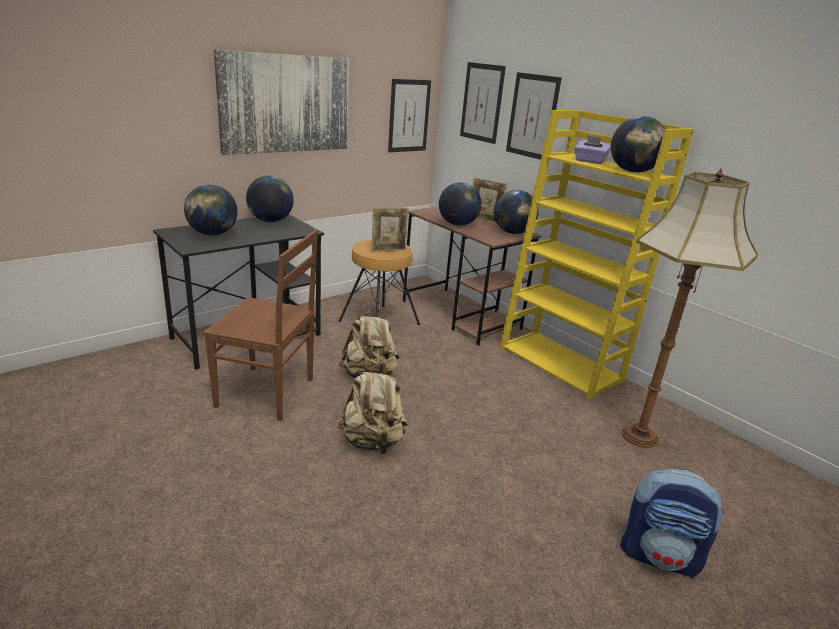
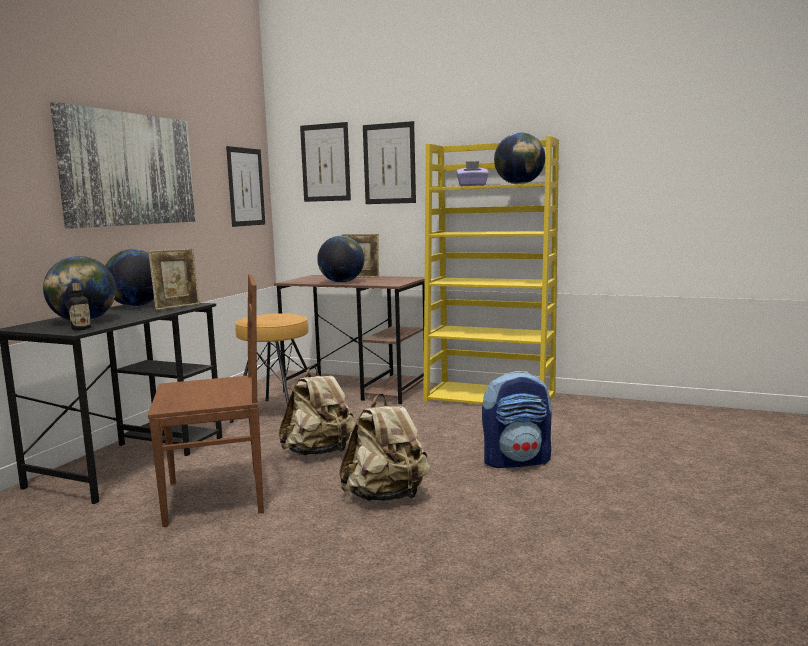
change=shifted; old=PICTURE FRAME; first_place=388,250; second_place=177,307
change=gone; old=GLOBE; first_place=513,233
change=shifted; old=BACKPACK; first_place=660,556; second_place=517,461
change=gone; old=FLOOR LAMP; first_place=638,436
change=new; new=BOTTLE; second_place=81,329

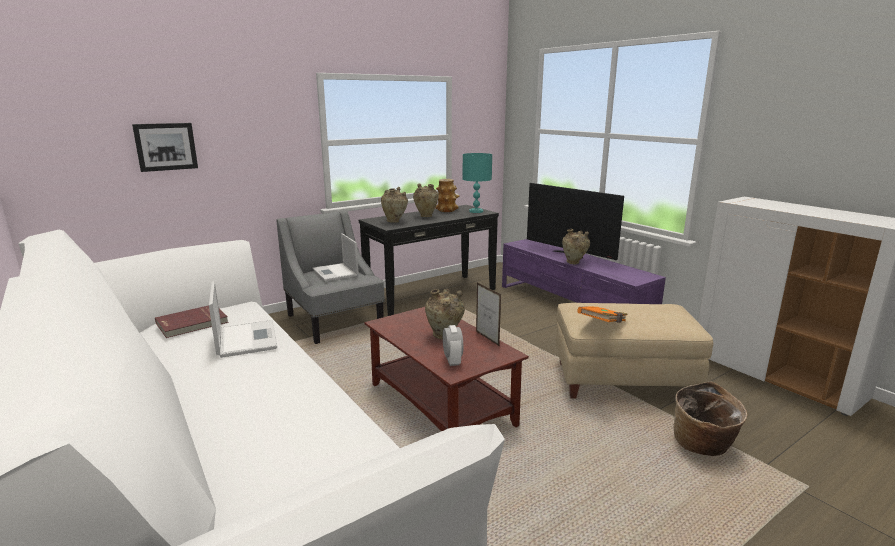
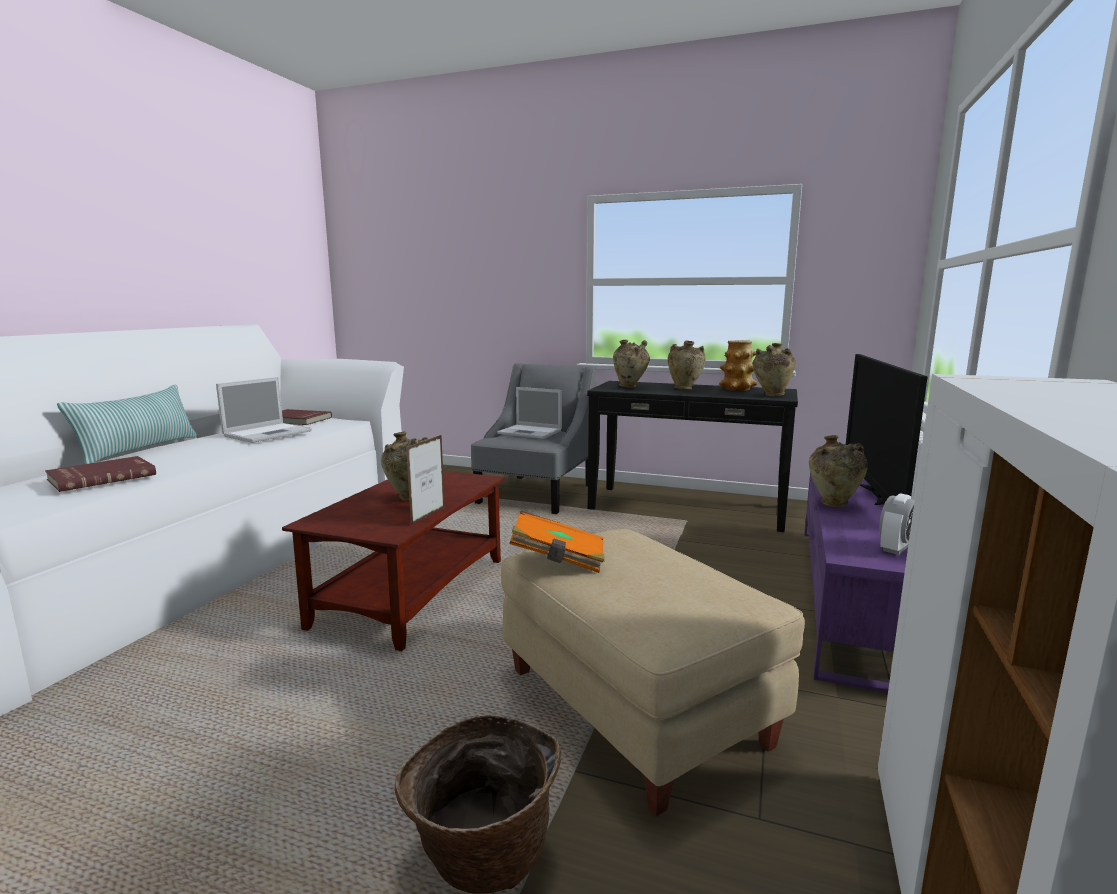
change=gone; old=PICTURE; first_place=166,146
change=rotated; old=LAPTOP; first_place=335,273; second_place=531,432; degrees=-90
change=shifted; old=ALARM CLOCK; first_place=452,361; second_place=895,548
change=swapped; old=TURQUOISE TABLE LAMP; new=BEIGE VASE; first_place=476,211; second_place=771,395
change=new; new=RED BOOK; second_place=102,477
change=new; new=PILLOW; second_place=139,449

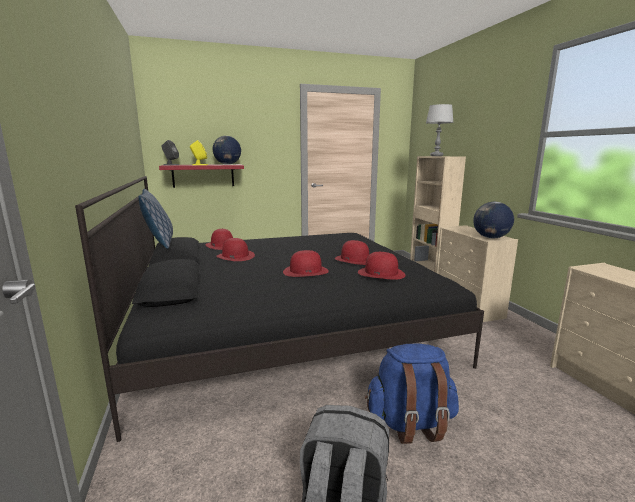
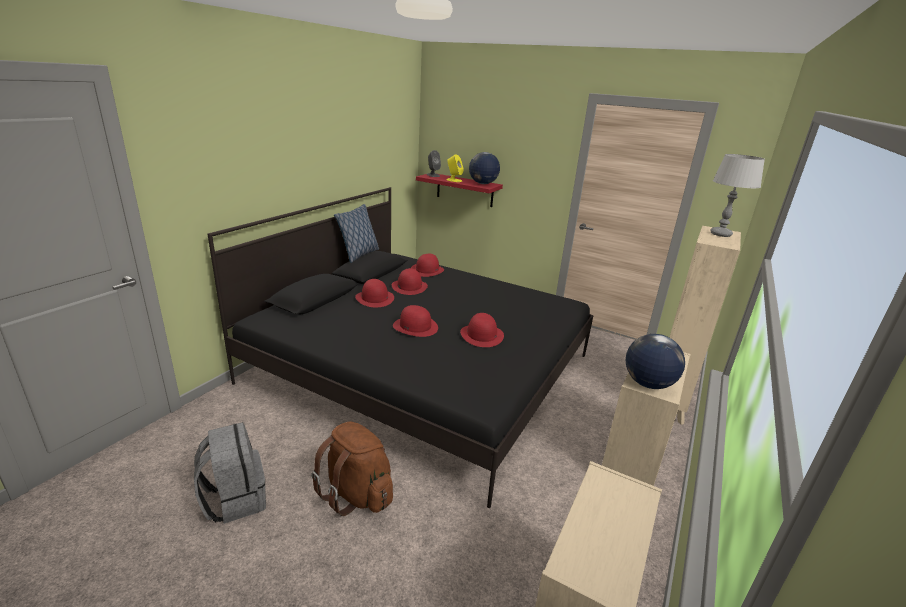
change=shifted; old=RED HAT; first_place=381,273; second_place=375,298
change=repainted; old=BLUE BACKPACK; new=BROWN BACKPACK; first_place=410,423; second_place=357,494

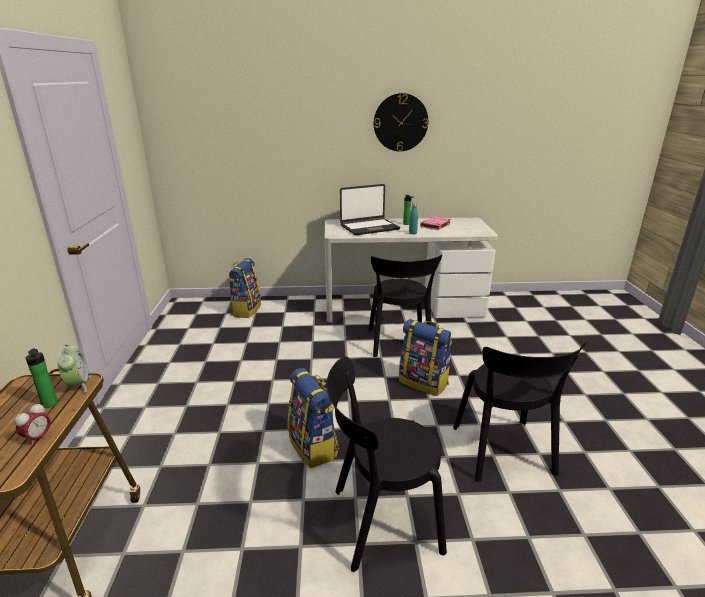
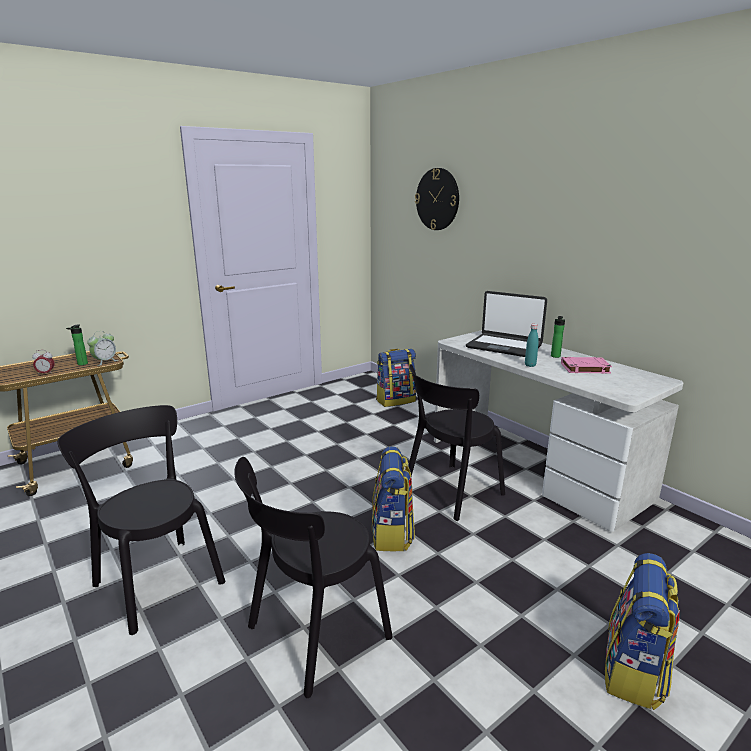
change=shifted; old=BACKPACK; first_place=314,446; second_place=634,672
change=shifted; old=WALL CLOCK; first_place=400,122; second_place=437,199

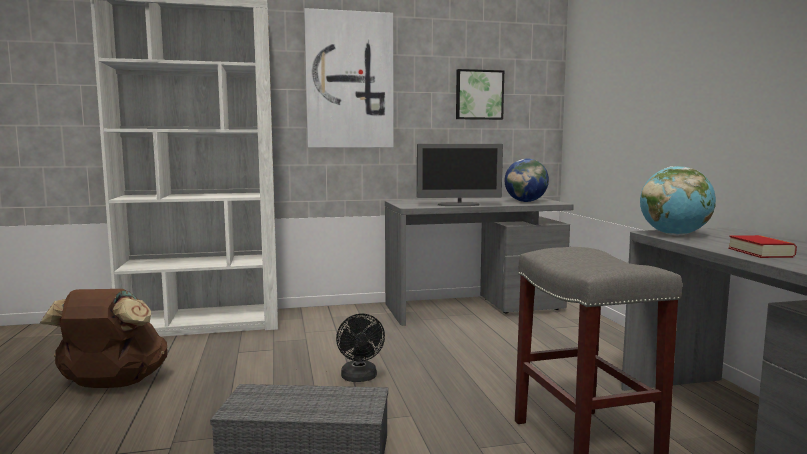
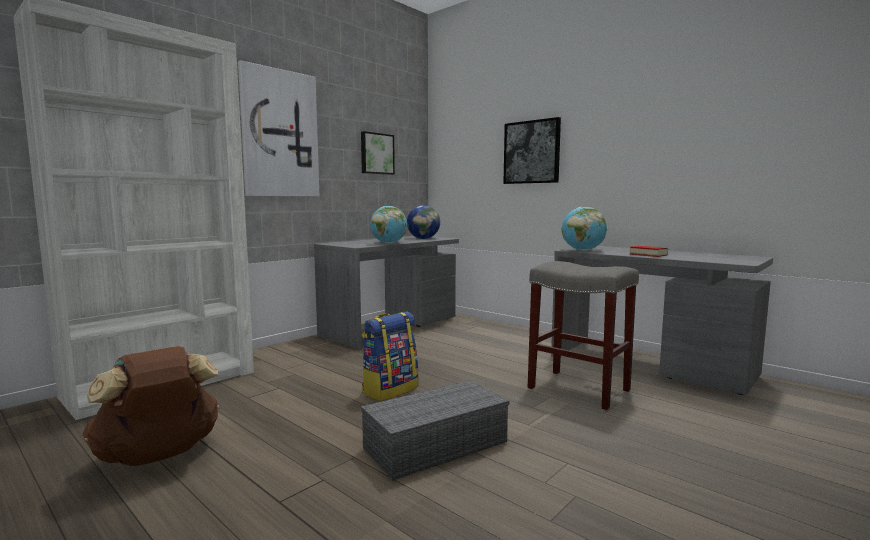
change=swapped; old=BLACK FAN; new=BACKPACK; first_place=360,378; second_place=390,390
change=swapped; old=MONITOR; new=GLOBE; first_place=459,205; second_place=389,243
change=new; new=PICTURE; second_place=532,152

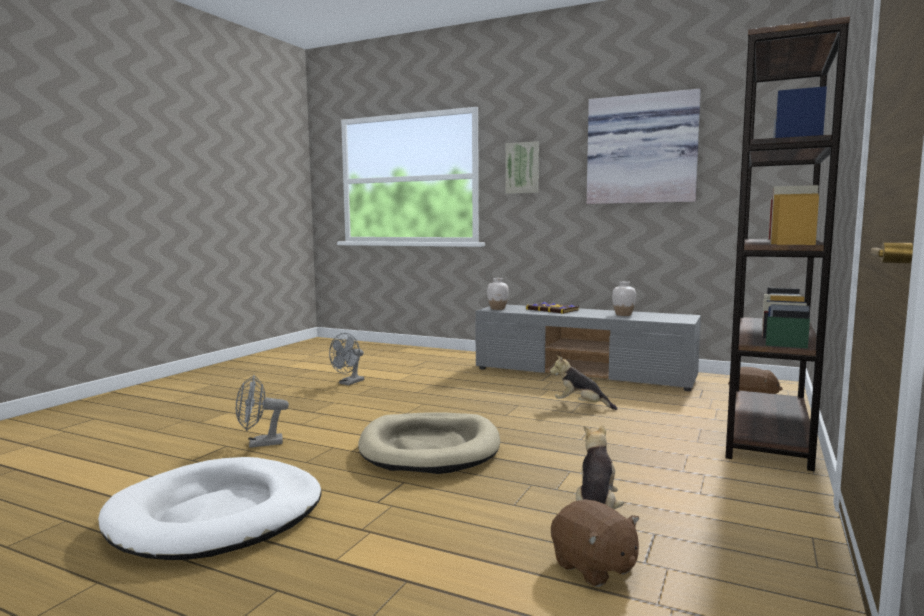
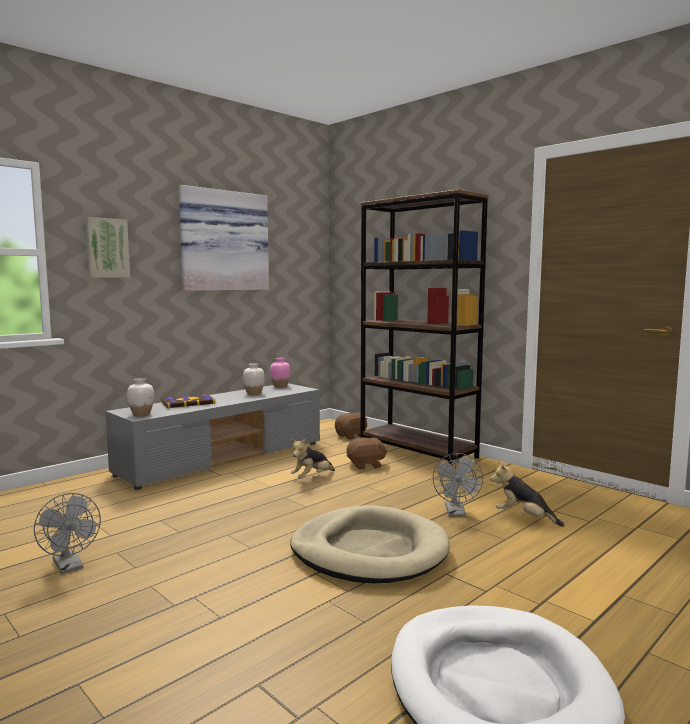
change=shifted; old=GREY FAN; first_place=259,444; second_place=456,513
change=shifted; old=BROWN PLUSH TOY; first_place=593,567; second_place=366,465
change=new; new=PINK VASE; second_place=280,386

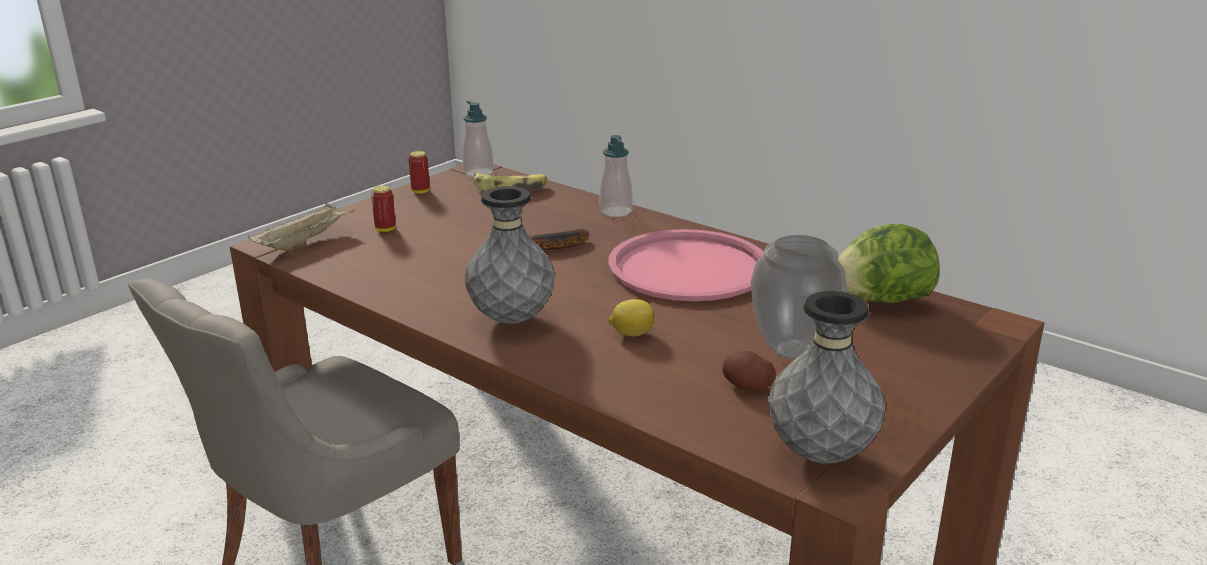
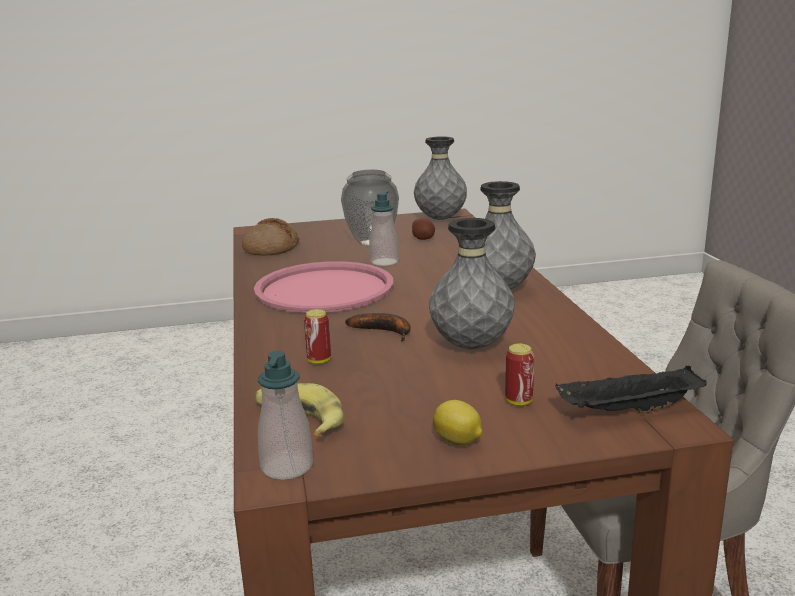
change=repainted; old=BEIGE TRAY; new=BLACK TRAY; first_place=304,242; second_place=629,411
change=shifted; old=CAN; first_place=420,191; second_place=319,361
change=shifted; old=SOAP DISPENSER; first_place=615,211; second_place=384,262
change=shifted; old=LEMON; first_place=631,333; second_place=458,442
change=swapped; old=LETTUCE; new=BREAD; first_place=881,300; second_place=271,248
change=new; new=GREY VASE; second_place=471,346

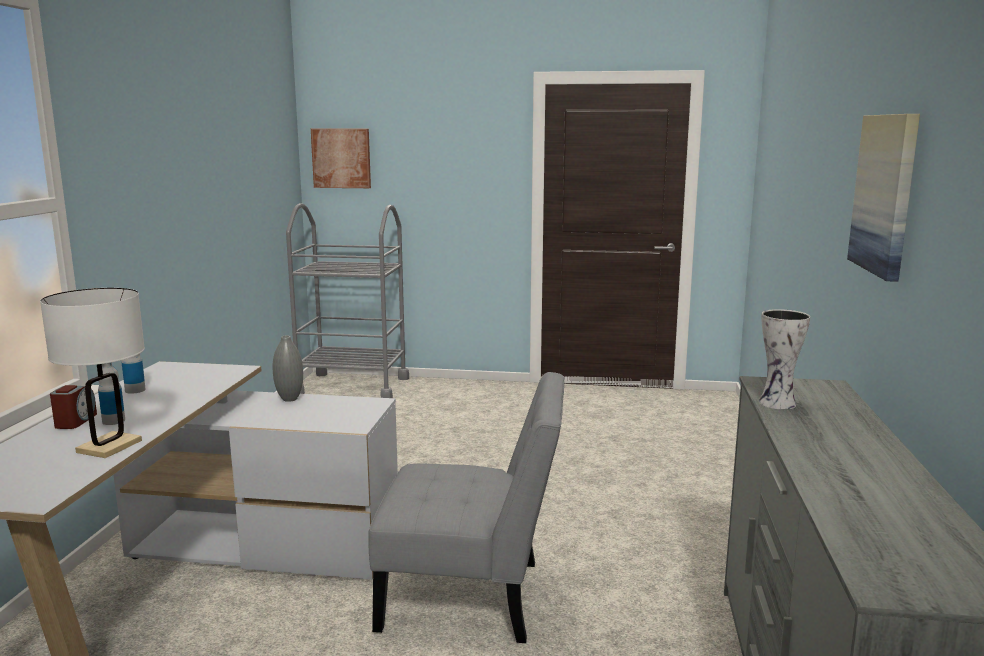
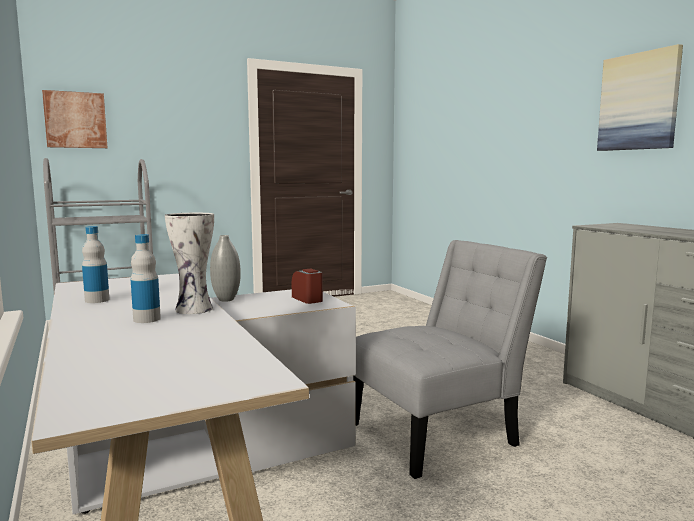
change=gone; old=WHITE TABLE LAMP; first_place=109,446
change=shifted; old=ALARM CLOCK; first_place=75,421; second_place=308,299
change=shifted; old=VASE; first_place=778,403; second_place=195,309

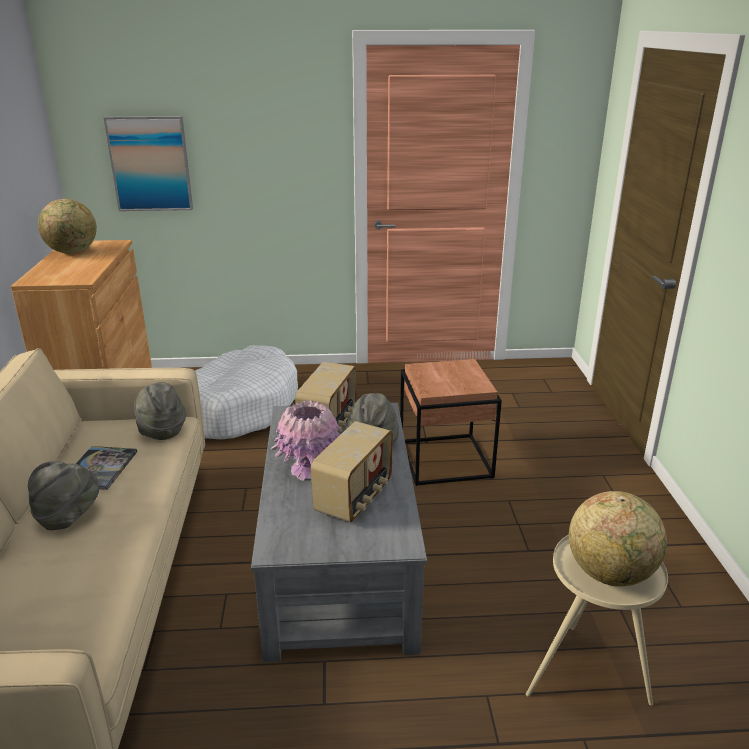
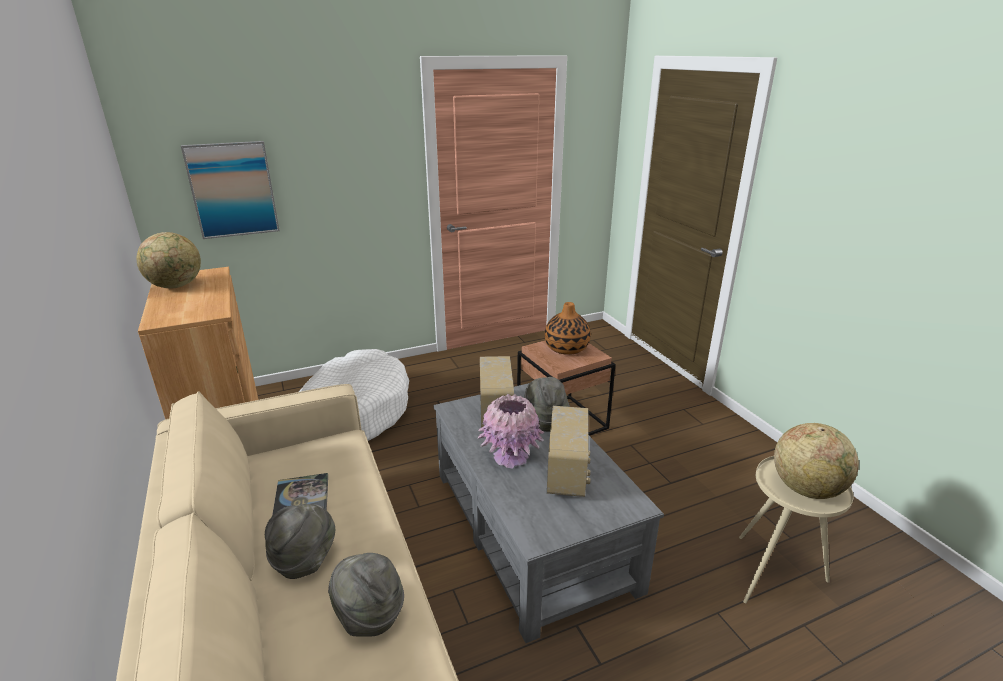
change=shifted; old=GREY HAT; first_place=161,430; second_place=369,614
change=new; new=VASE; second_place=566,348

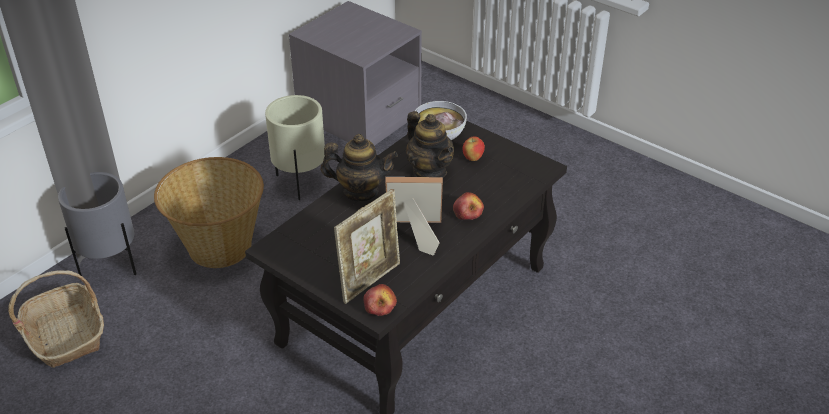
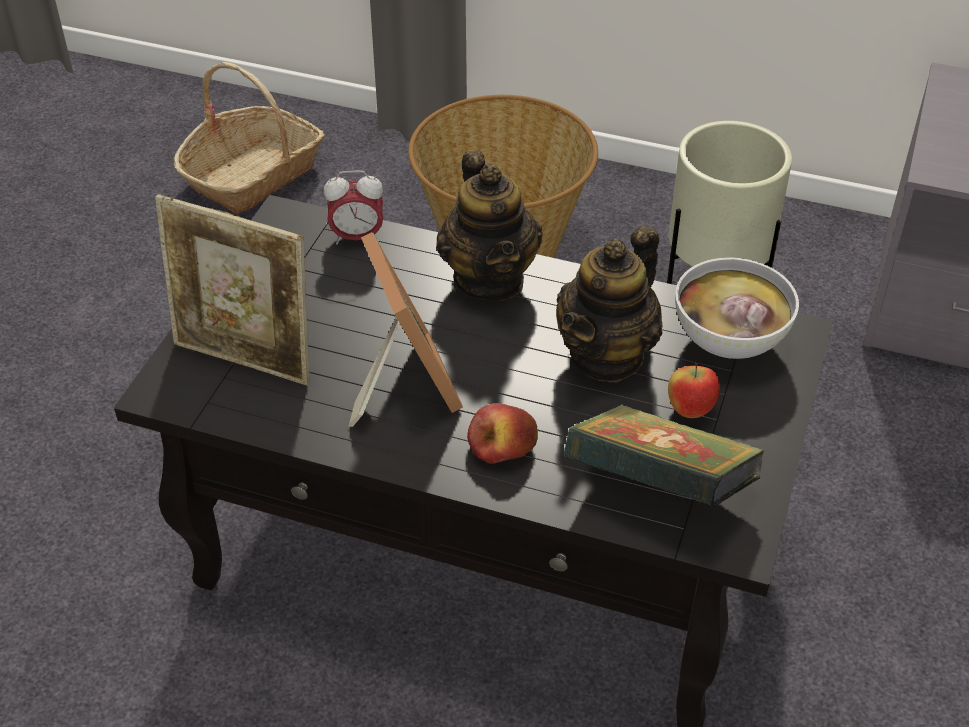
change=gone; old=GREY PLANTER; first_place=111,266
change=gone; old=APPLE; first_place=380,306
change=new; new=ALARM CLOCK; second_place=357,237
change=new; new=BOOK; second_place=659,489

